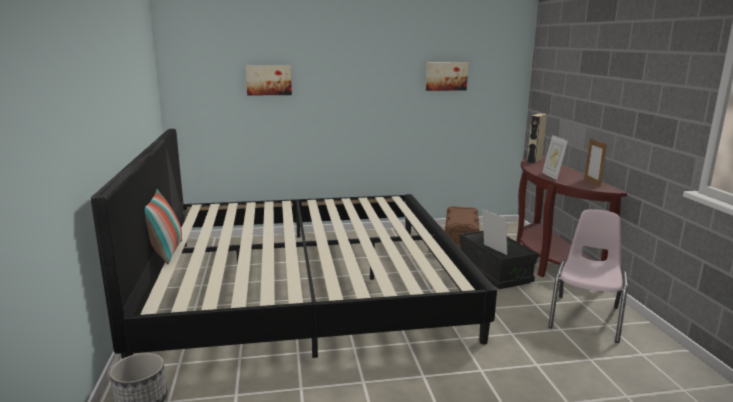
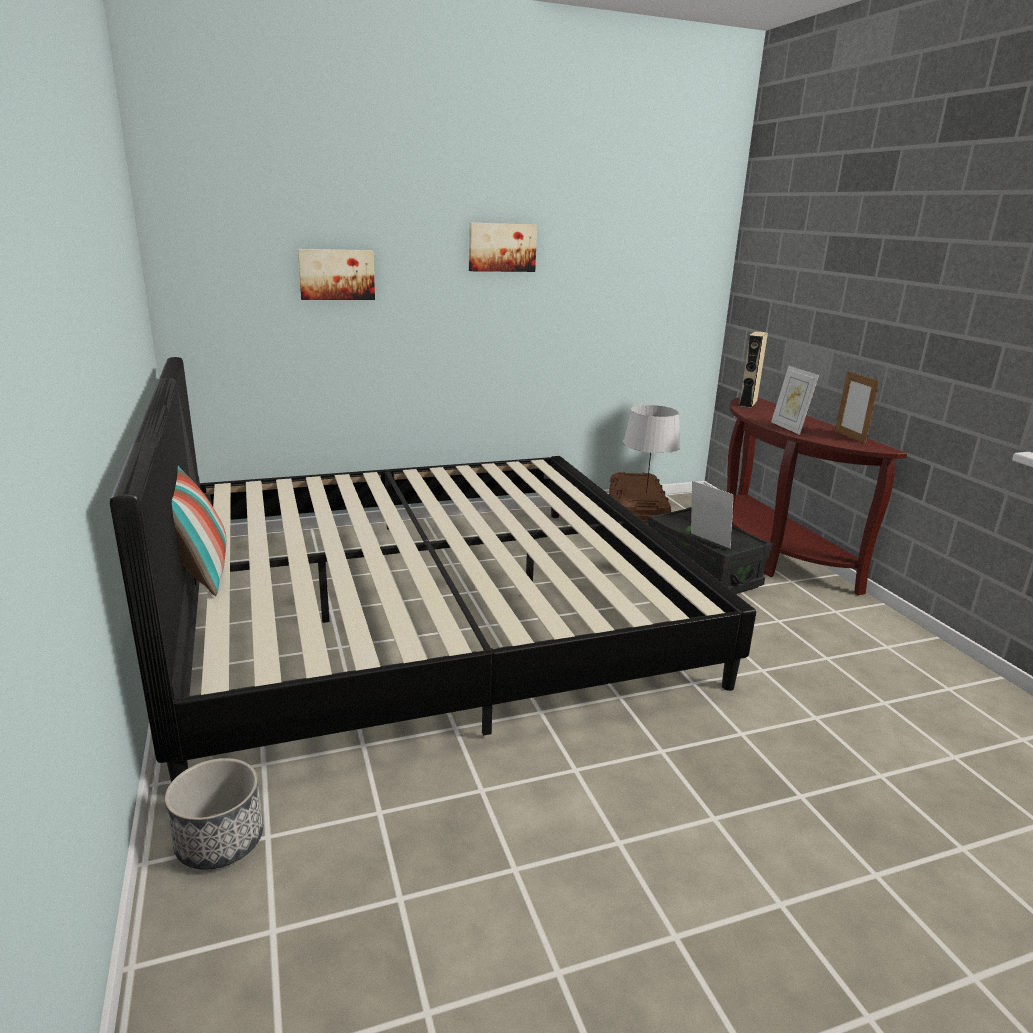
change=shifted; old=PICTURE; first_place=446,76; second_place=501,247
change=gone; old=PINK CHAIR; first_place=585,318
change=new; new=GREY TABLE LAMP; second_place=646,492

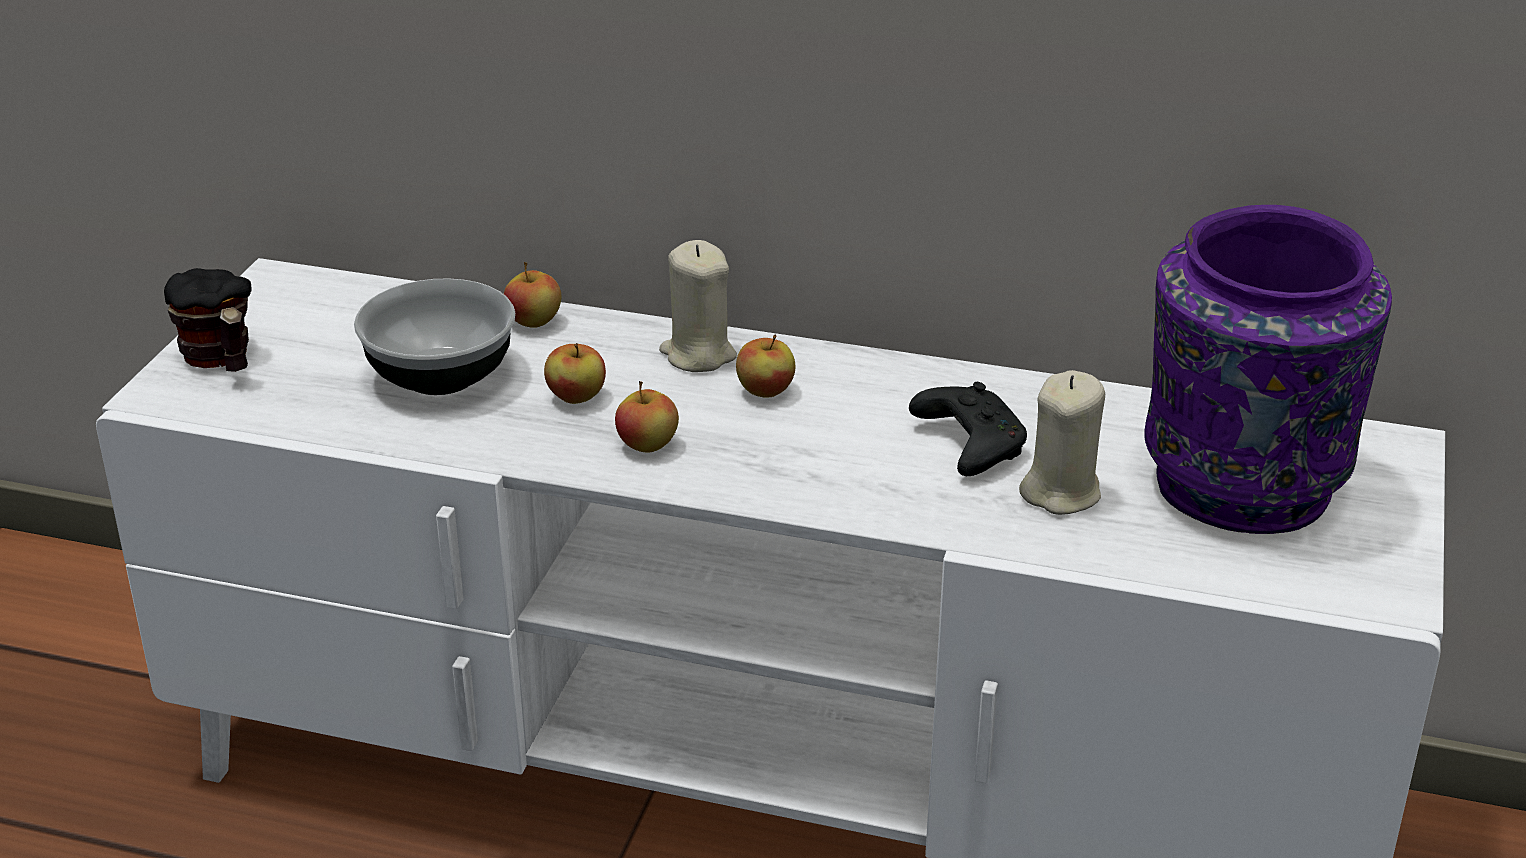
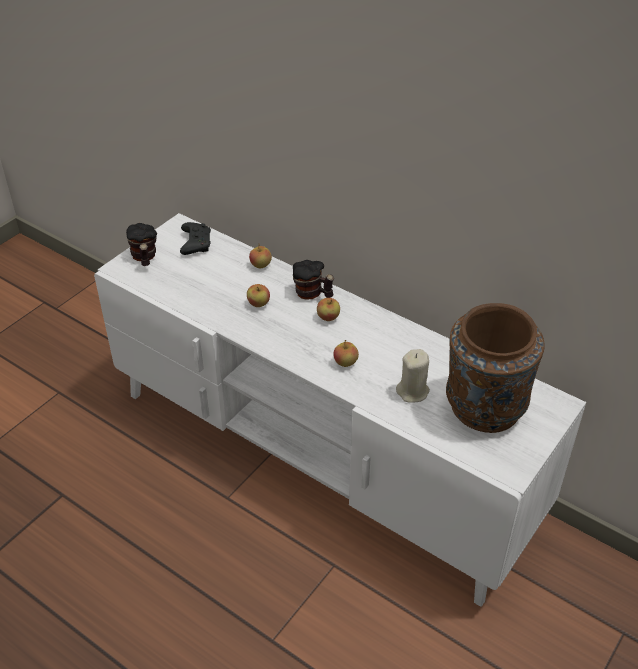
change=gone; old=BOWL; first_place=440,375
change=shifted; old=APPLE; first_place=647,445; second_place=345,362
change=swapped; old=BEIGE CANDLE; new=MUG; first_place=698,355; second_place=312,294
change=shifted; old=BLACK GAME CONTROLLER; first_place=968,444; second_place=195,244
change=repainted; old=PURPLE VASE; new=BROWN VASE; first_place=1242,489; second_place=484,408

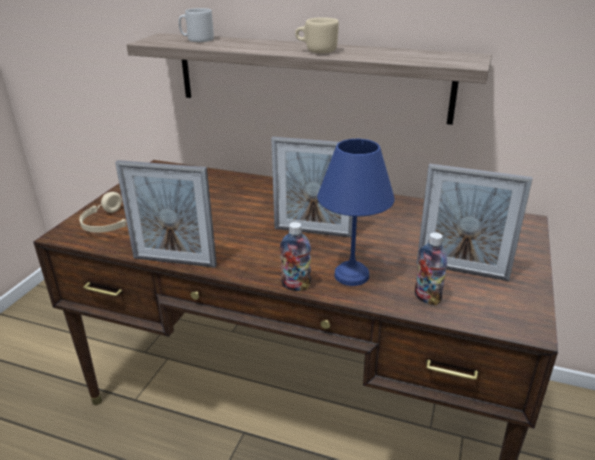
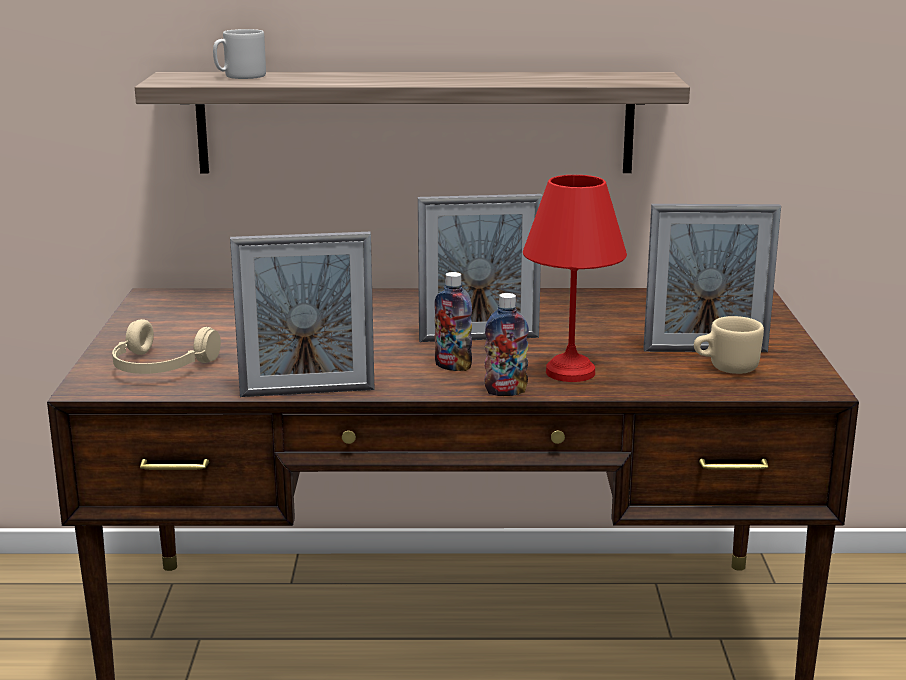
change=shifted; old=BEIGE MUG; first_place=316,51; second_place=725,368
change=repainted; old=BLUE TABLE LAMP; new=RED TABLE LAMP; first_place=350,275; second_place=568,373
change=shifted; old=BOTTLE; first_place=427,298; second_place=453,366

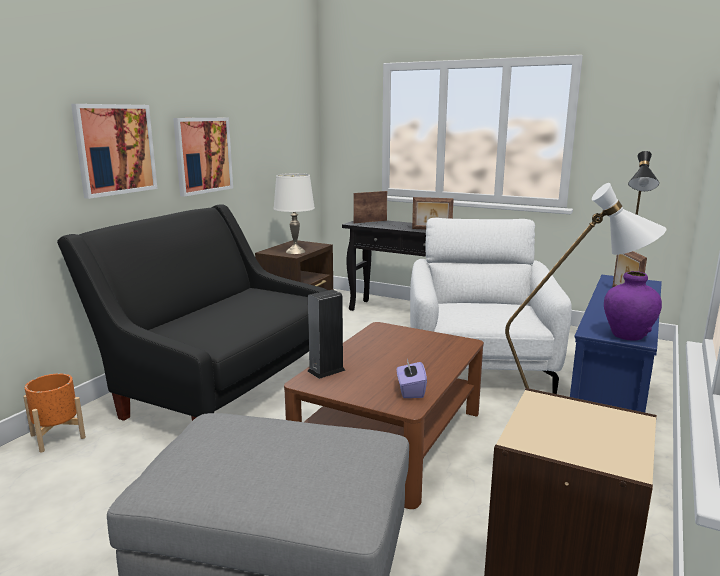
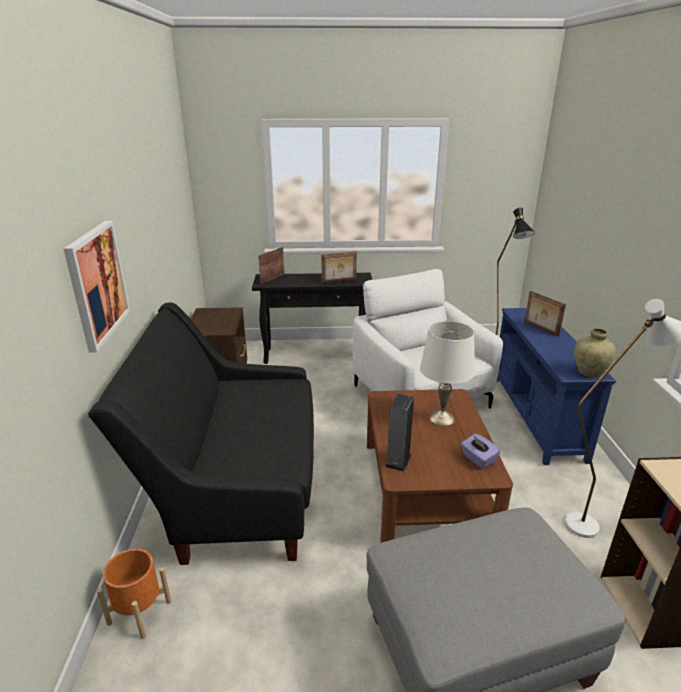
change=gone; old=PICTURE; first_place=203,155
change=shifted; old=WHITE TABLE LAMP; first_place=295,251; second_place=442,418
change=repainted; old=PURPLE VASE; new=BEIGE VASE; first_place=627,335; second_place=589,372

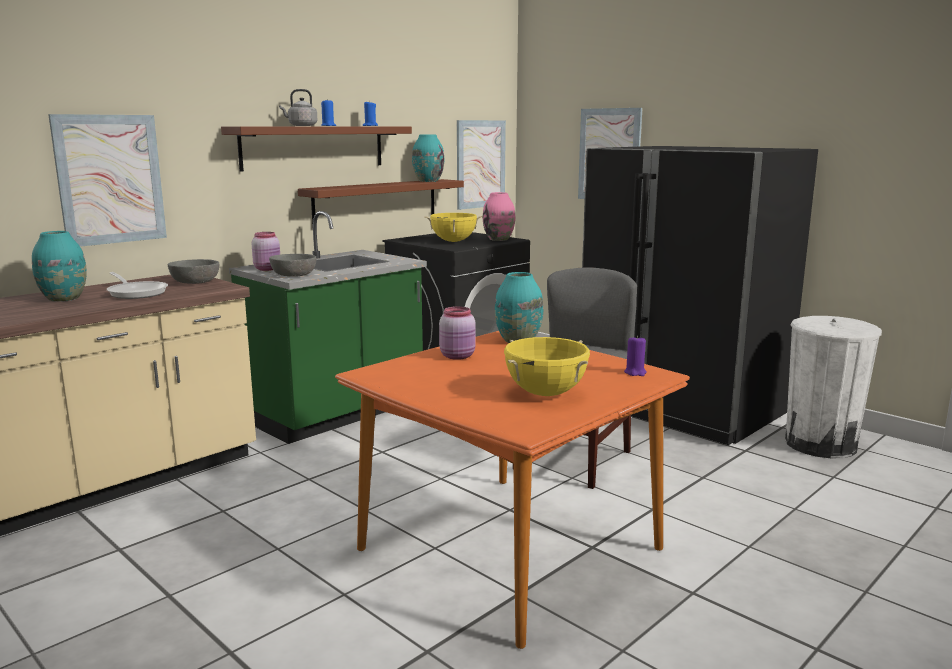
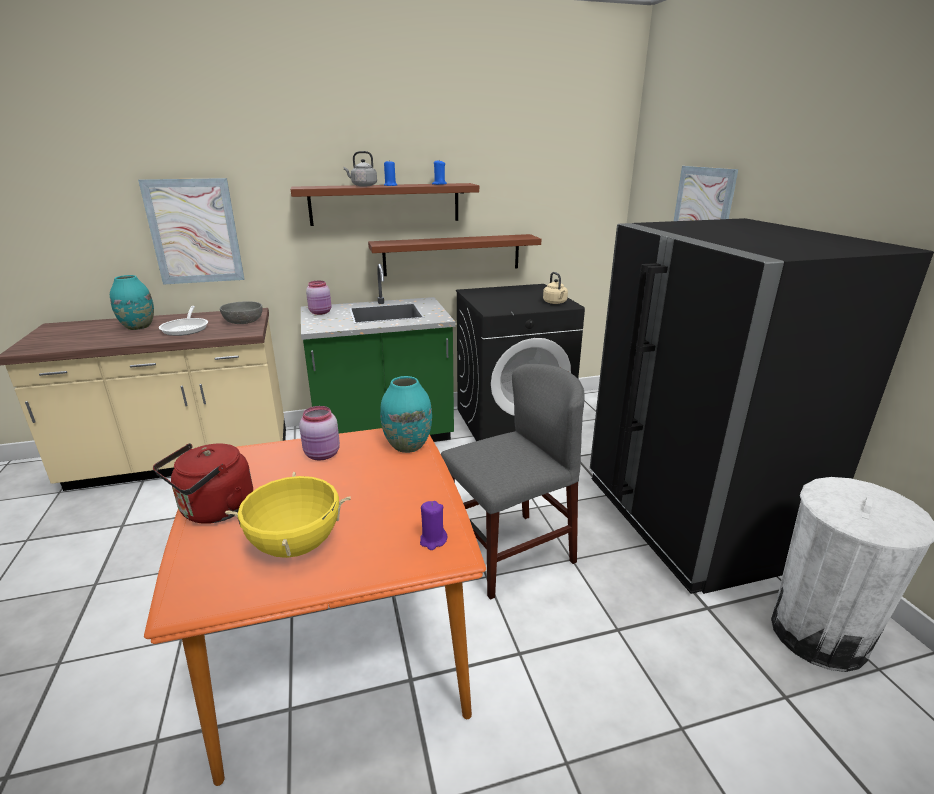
change=gone; old=GREY BOWL; first_place=293,274
change=gone; old=TURQUOISE VASE; first_place=428,181
change=gone; old=YELLOW COOKING POT; first_place=453,241
change=gone; old=PICTURE; first_place=480,164
change=swapped; old=PINK VASE; new=BEIGE KETTLE; first_place=499,239; second_place=555,302
change=new; new=RED KETTLE; second_place=214,511

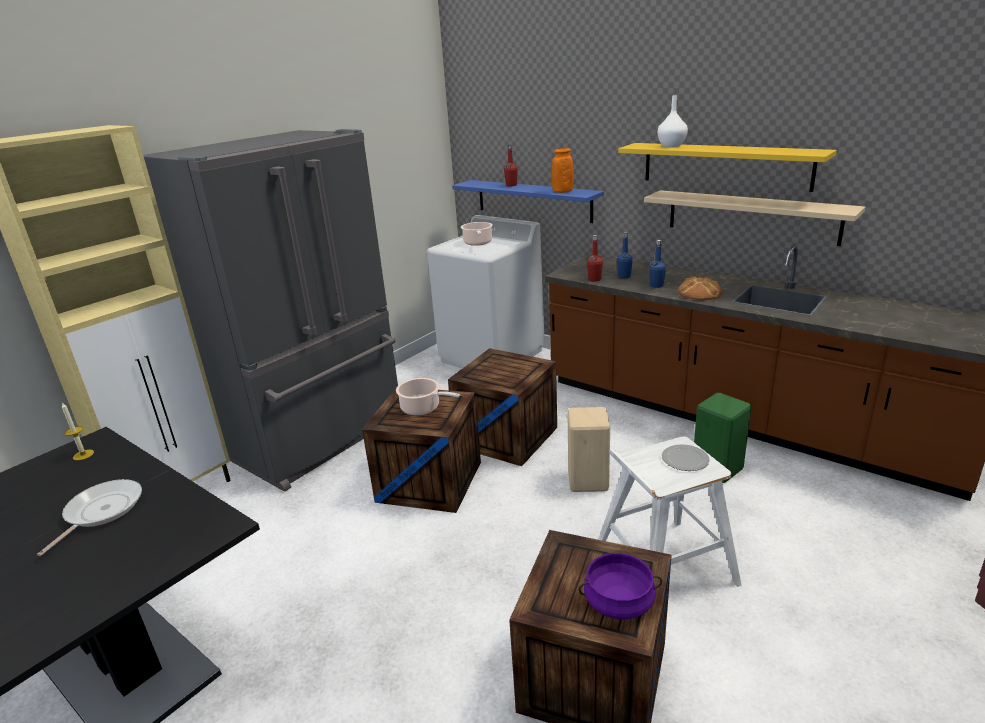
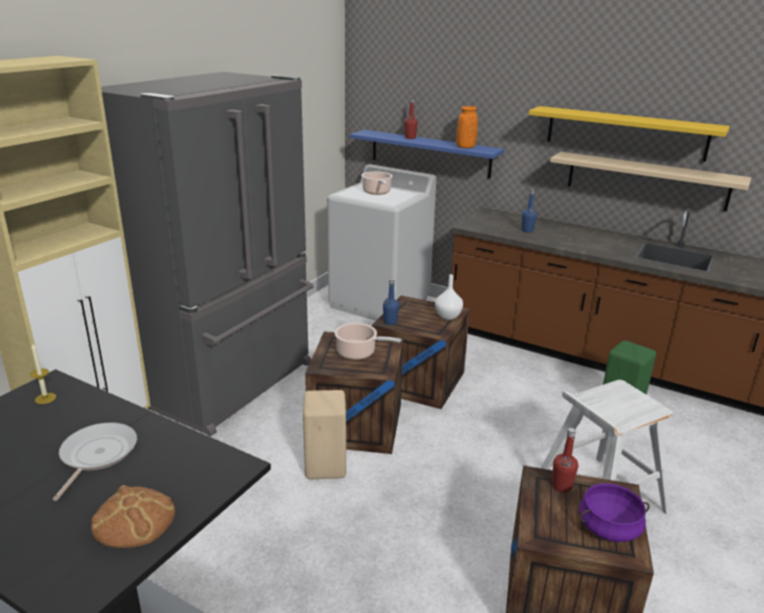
change=shifted; old=BEIGE STOOL; first_place=589,480; second_place=326,466
change=shifted; old=RED BOTTLE; first_place=594,279; second_place=561,486
change=shifted; old=BLUE BOTTLE; first_place=656,285; second_place=390,322
change=shifted; old=WHITE VASE; first_place=671,146; second_place=447,316
change=gone; old=PLATE; first_place=685,460
change=shifted; old=BREAD; first_place=699,293; second_place=134,519

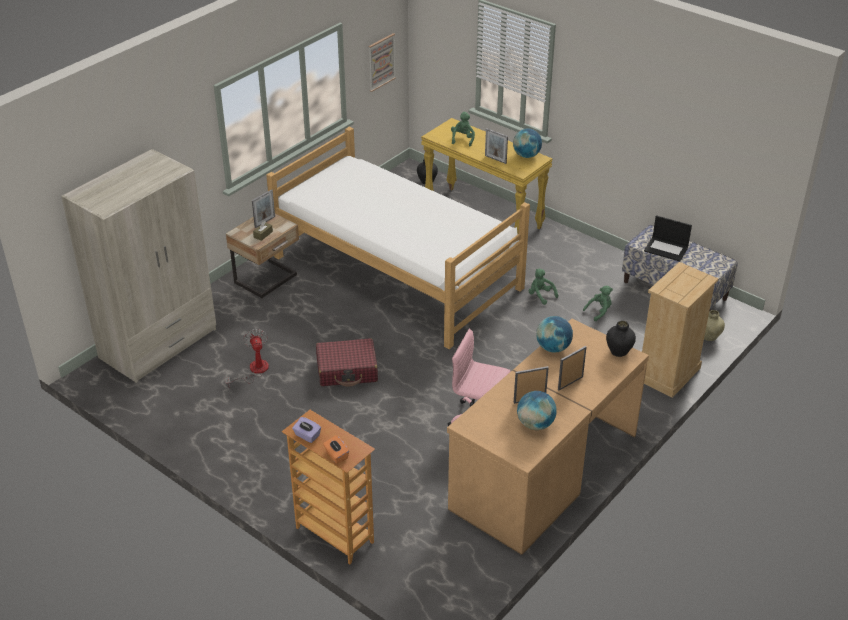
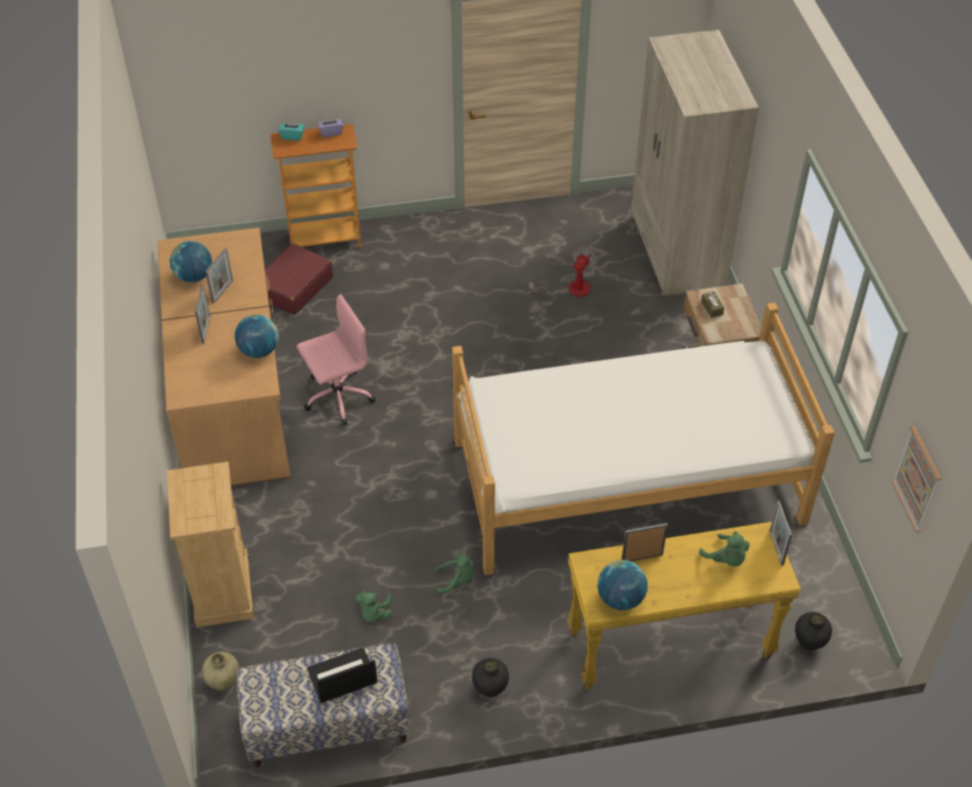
change=rotated; old=FAN; first_place=254,371; second_place=571,290; degrees=-90
change=shifted; old=PICTURE FRAME; first_place=265,222; second_place=776,548
change=shifted; old=RED SUITCASE; first_place=347,370; second_place=294,287
change=repainted; old=ORANGE TISSUE BOX; new=TURQUOISE TISSUE BOX; first_place=336,455; second_place=292,136
change=shifted; old=BLACK VASE; first_place=619,352; second_place=490,688

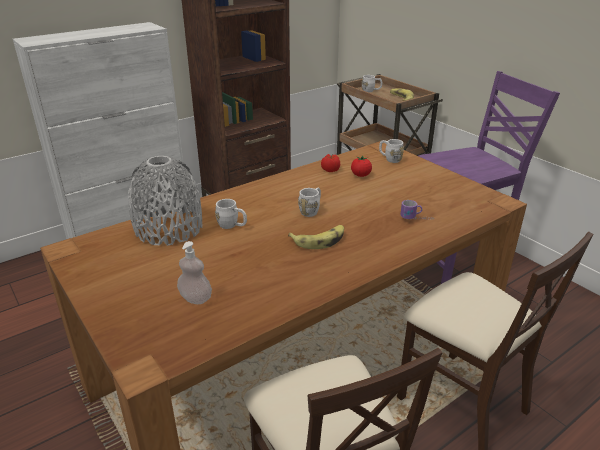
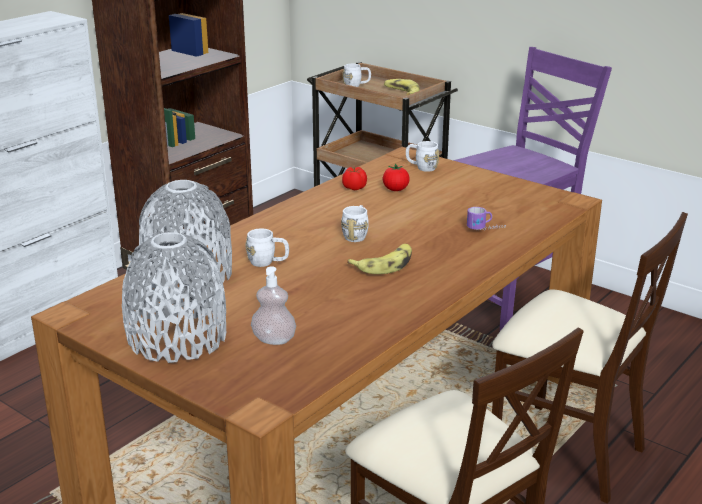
change=new; new=GREY VASE; second_place=177,337

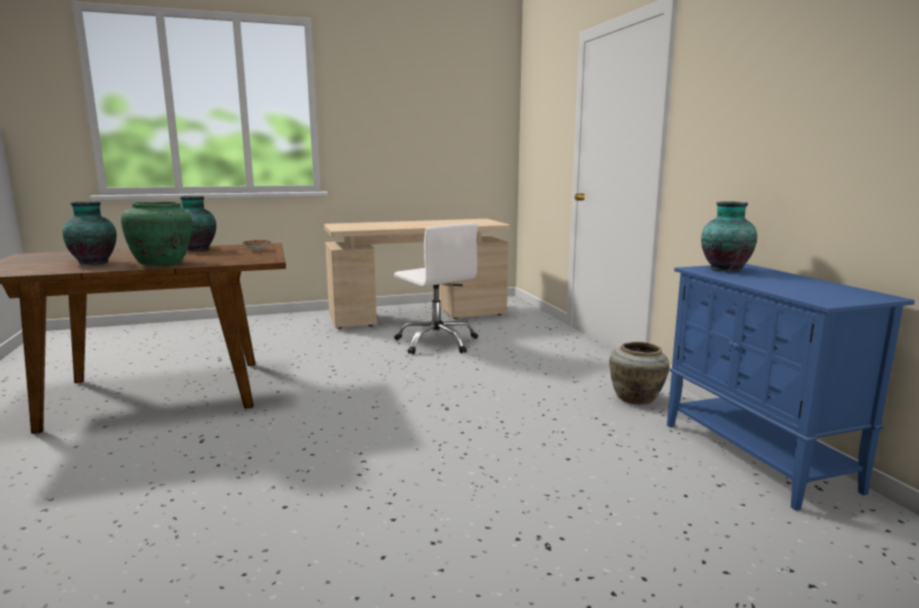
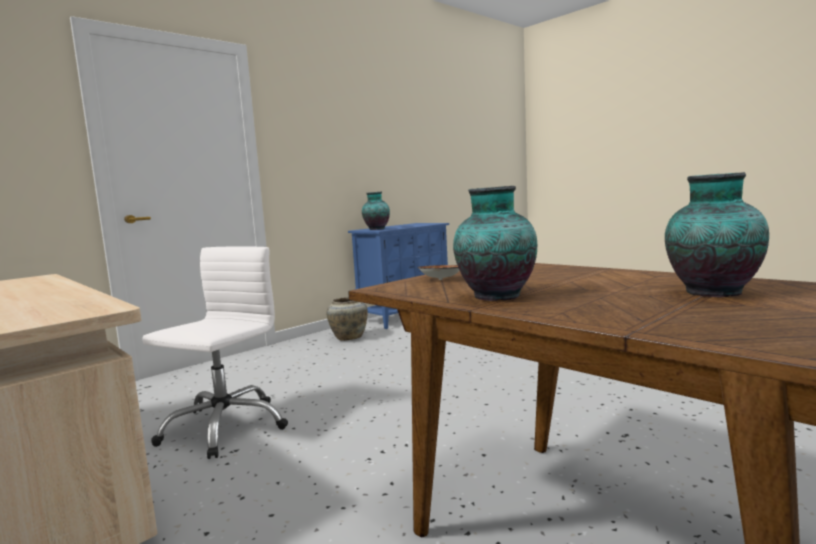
change=gone; old=GREEN VASE; first_place=163,263

